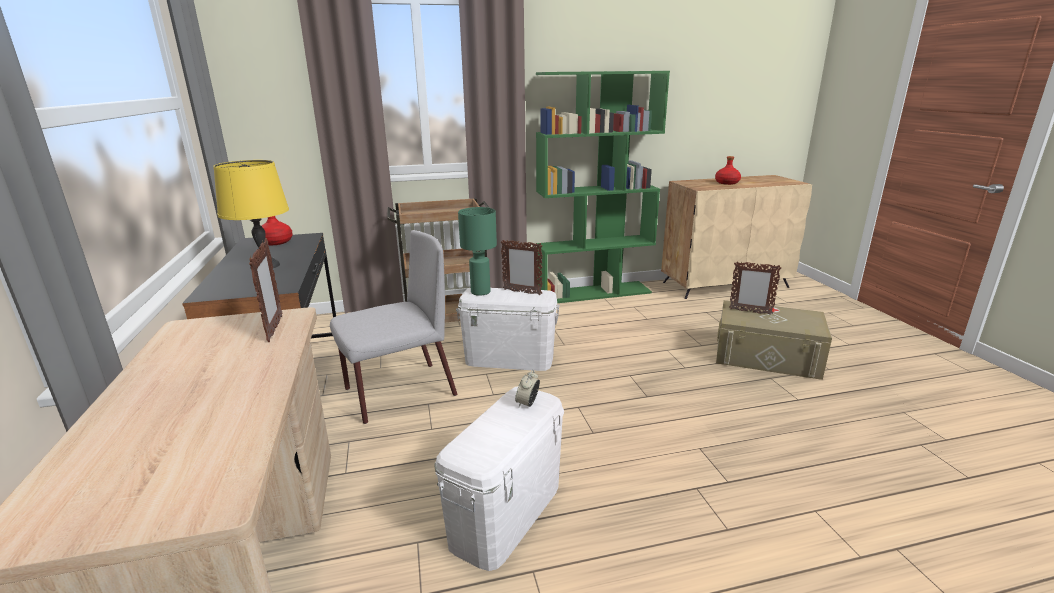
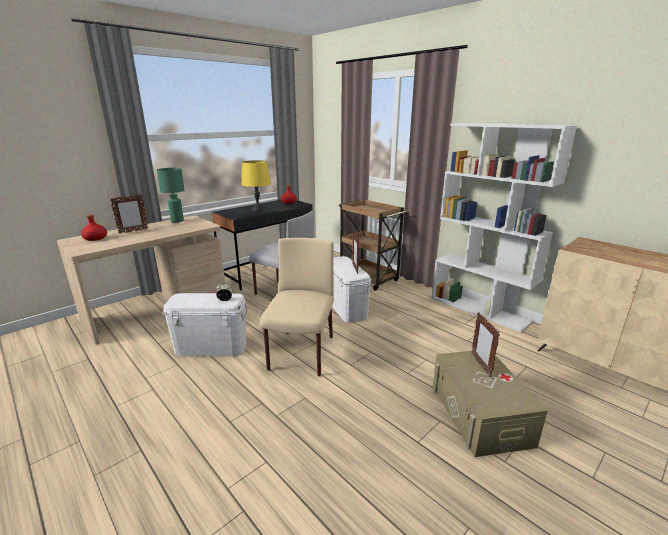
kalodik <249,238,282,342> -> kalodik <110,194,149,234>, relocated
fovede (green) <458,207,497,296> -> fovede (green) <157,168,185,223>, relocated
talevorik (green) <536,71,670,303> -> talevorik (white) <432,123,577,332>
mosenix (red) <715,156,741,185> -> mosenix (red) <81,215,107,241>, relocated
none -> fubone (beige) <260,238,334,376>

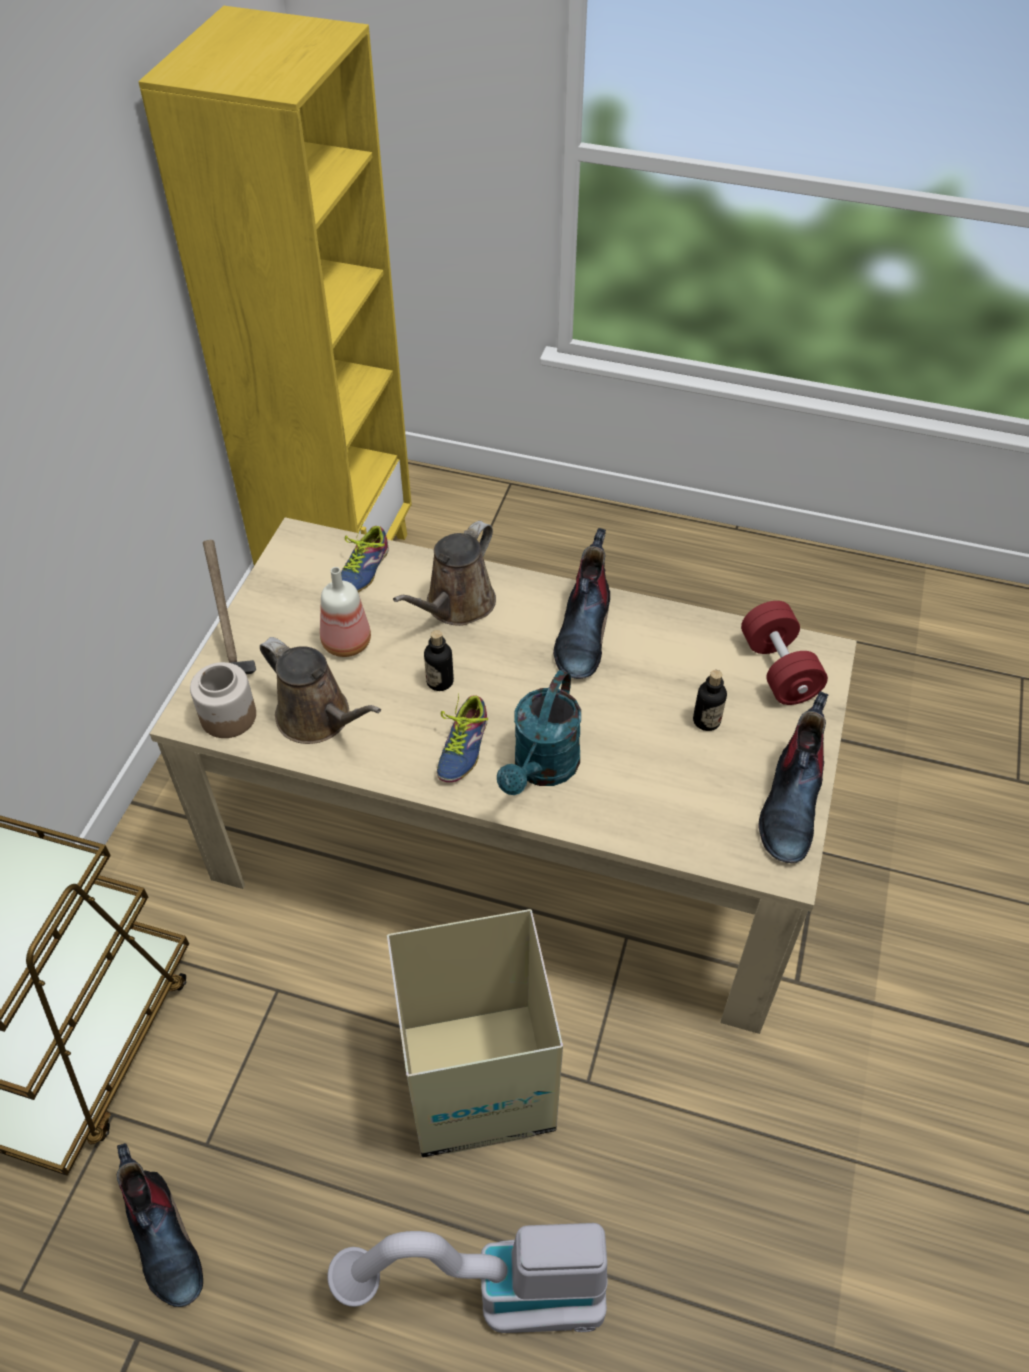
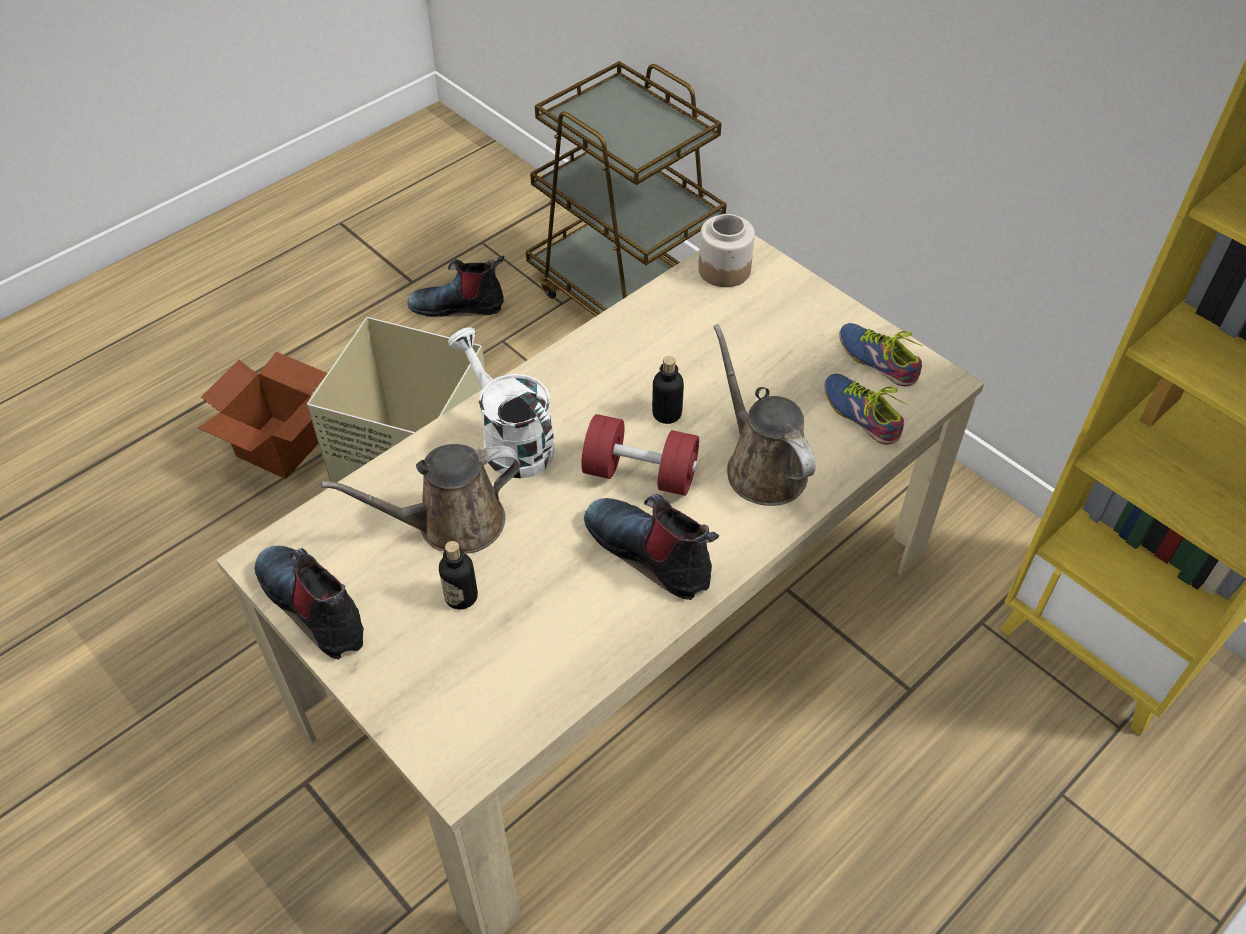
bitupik <203,540,256,674> -> none
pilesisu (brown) <260,637,381,744> -> pilesisu (brown) <321,444,520,554>, relocated
mosenix <320,567,371,657> -> none
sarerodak <327,1223,608,1333> -> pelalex <198,352,327,479>
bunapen <437,693,488,782> -> bunapen <839,323,923,387>, relocated
pilesisu (turquoise) <497,670,581,795> -> pilesisu (white) <448,327,555,479>
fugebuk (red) <741,601,828,705> -> fugebuk (red) <581,414,699,496>, relocated

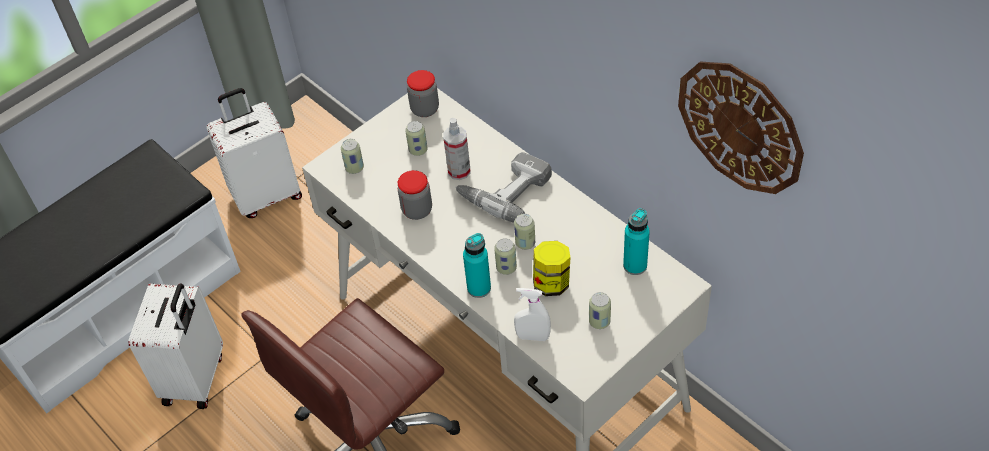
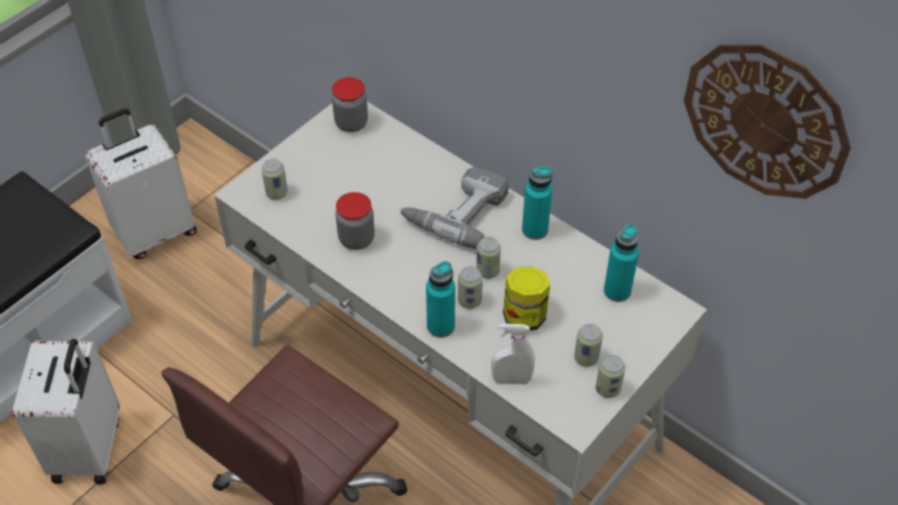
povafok <405,121,428,156> -> povafok <596,355,625,398>, relocated
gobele <443,118,471,180> -> none
none -> mosenix (turquoise) <522,166,552,240>

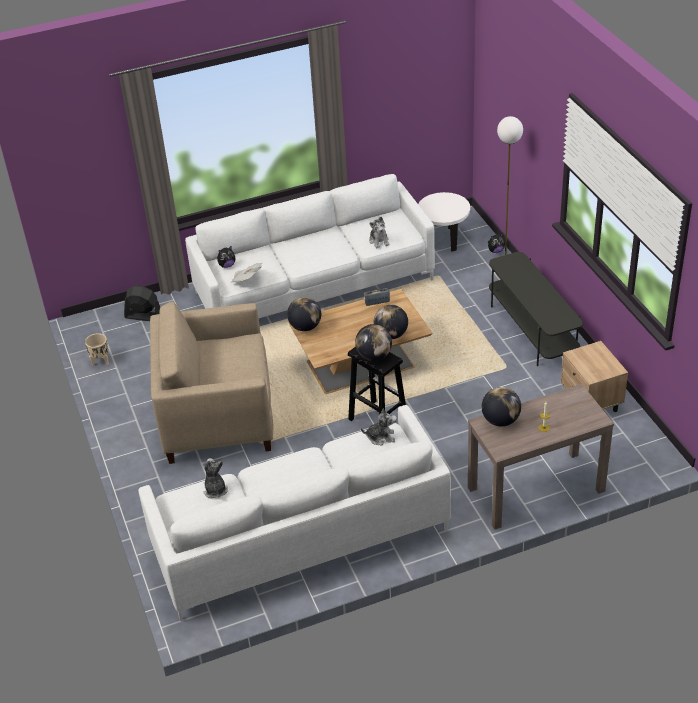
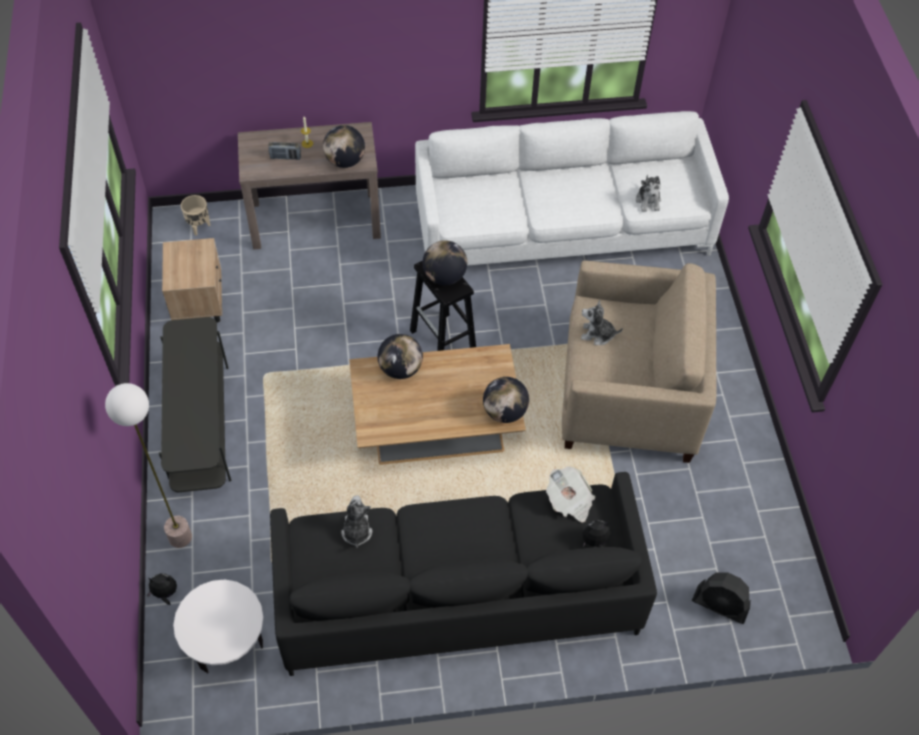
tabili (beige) <85,333,109,366> -> tabili (beige) <181,195,210,236>, relocated
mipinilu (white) <185,174,435,318> -> mipinilu (black) <270,472,657,676>
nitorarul <361,408,397,446> -> nitorarul <581,300,623,345>, relocated
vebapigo <364,288,390,306> -> vebapigo <268,142,301,160>, relocated

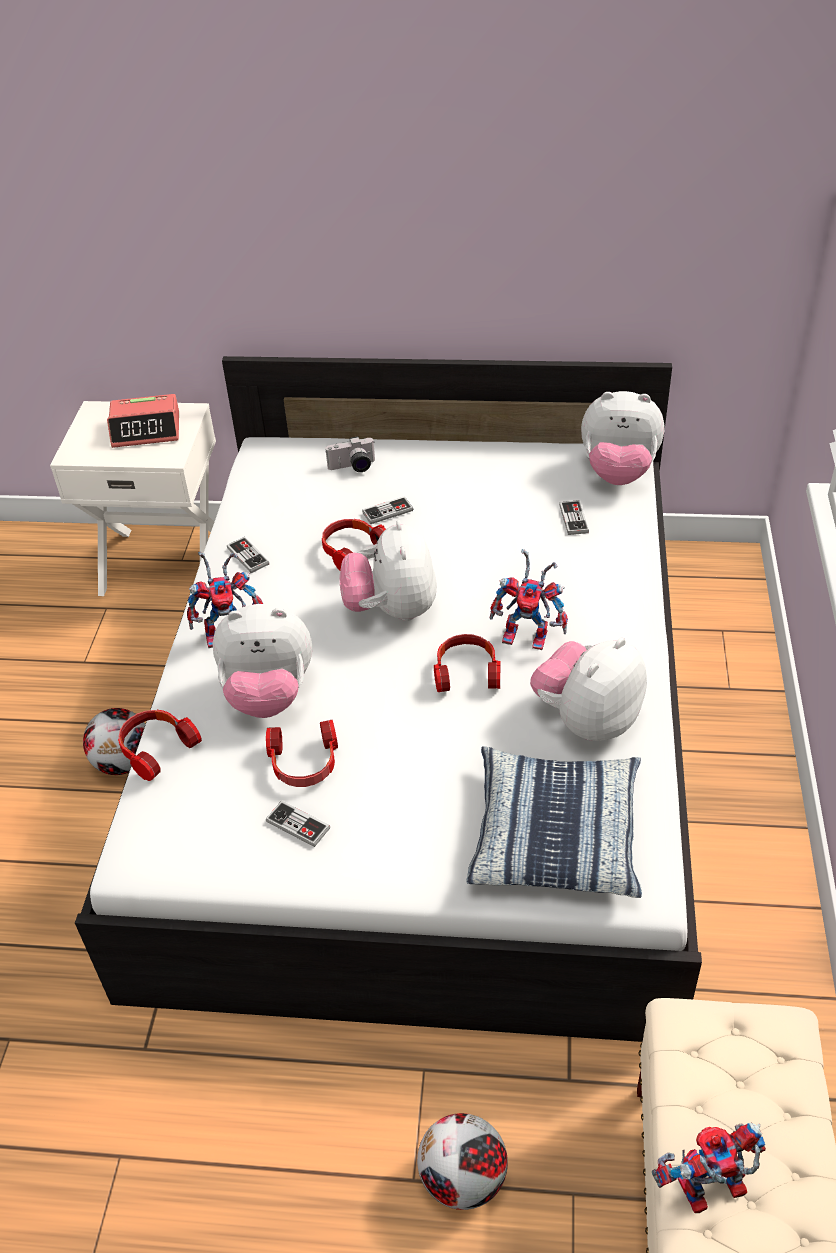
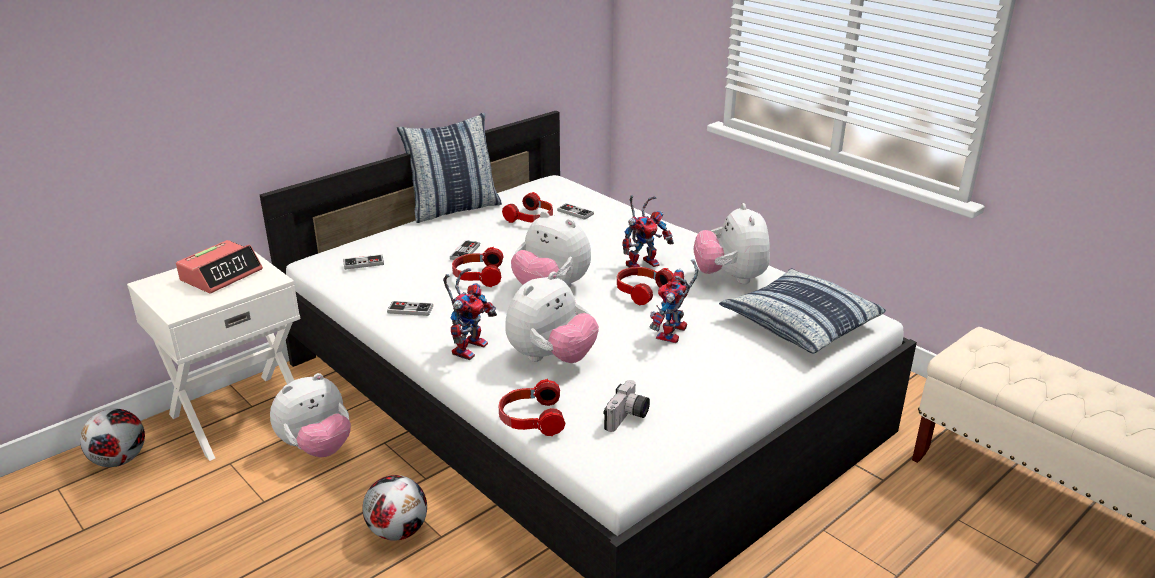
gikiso <266,720,338,787> -> gikiso <502,192,553,223>, relocated
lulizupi <266,801,330,847> -> lulizupi <343,254,384,270>, relocated
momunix <325,436,375,472> -> momunix <604,380,650,432>, relocated
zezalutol <417,1113,508,1210> -> zezalutol <80,409,145,467>, relocated
nitorarul <581,391,664,485> -> nitorarul <270,373,351,457>, relocated
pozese <652,1122,766,1213> -> pozese <650,260,698,343>, relocated
none -> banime <397,113,502,223>

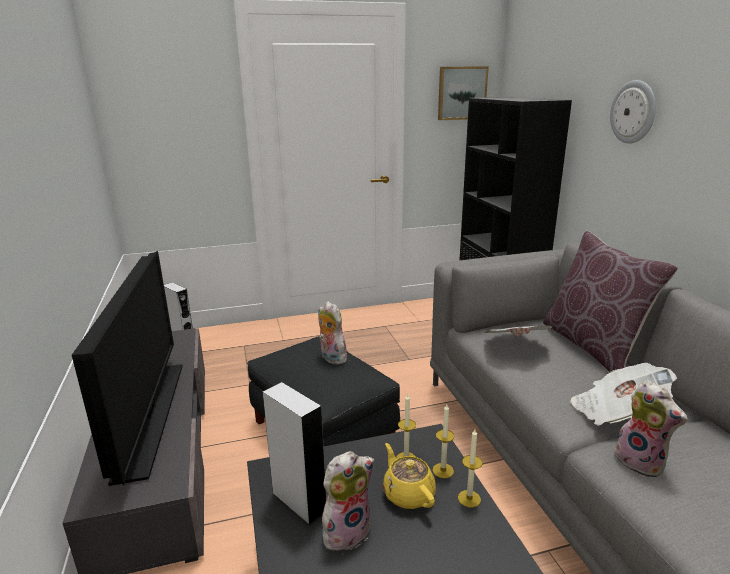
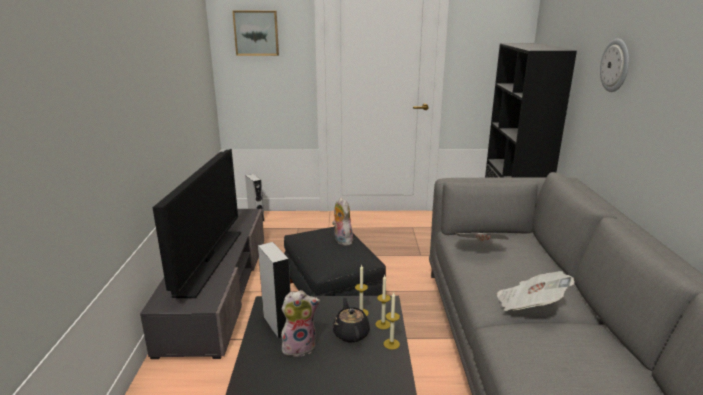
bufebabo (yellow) <383,443,436,509> -> bufebabo (black) <333,297,370,342>
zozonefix <438,66,489,120> -> zozonefix <232,11,279,56>, relocated
banime (brown) <543,231,678,372> -> none
nitorarul <614,380,687,477> -> none

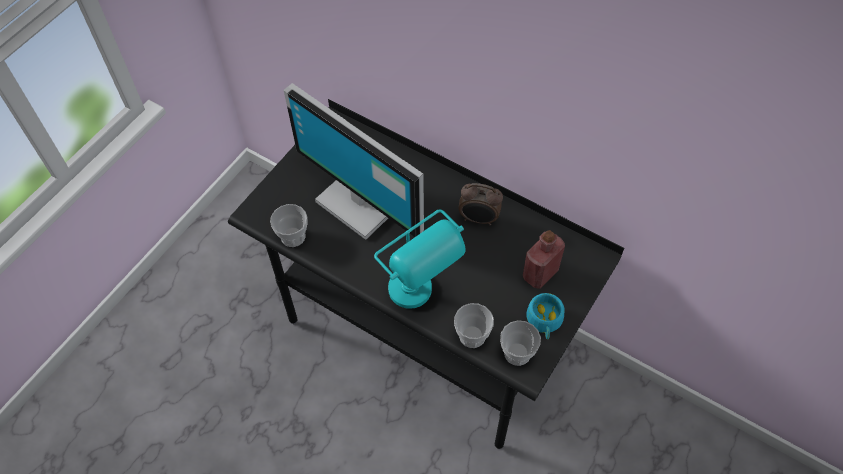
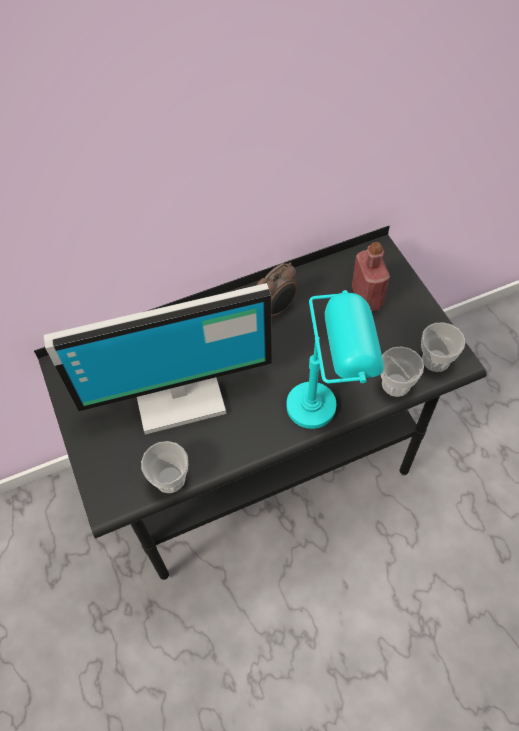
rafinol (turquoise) <526,293,565,340> -> none

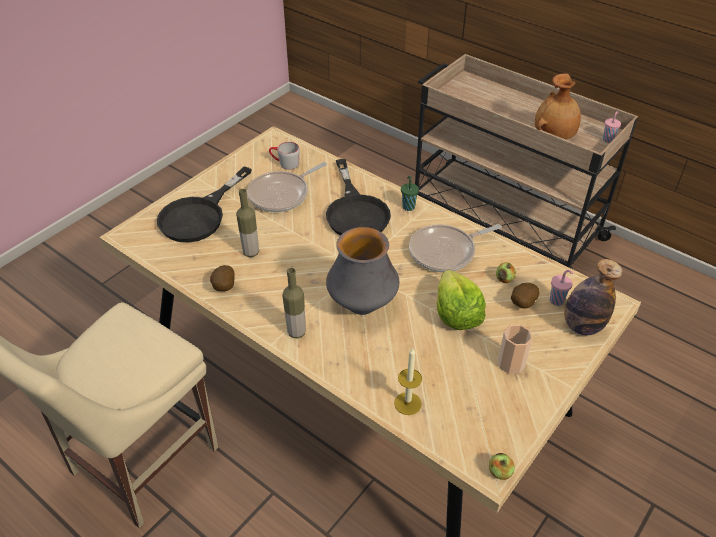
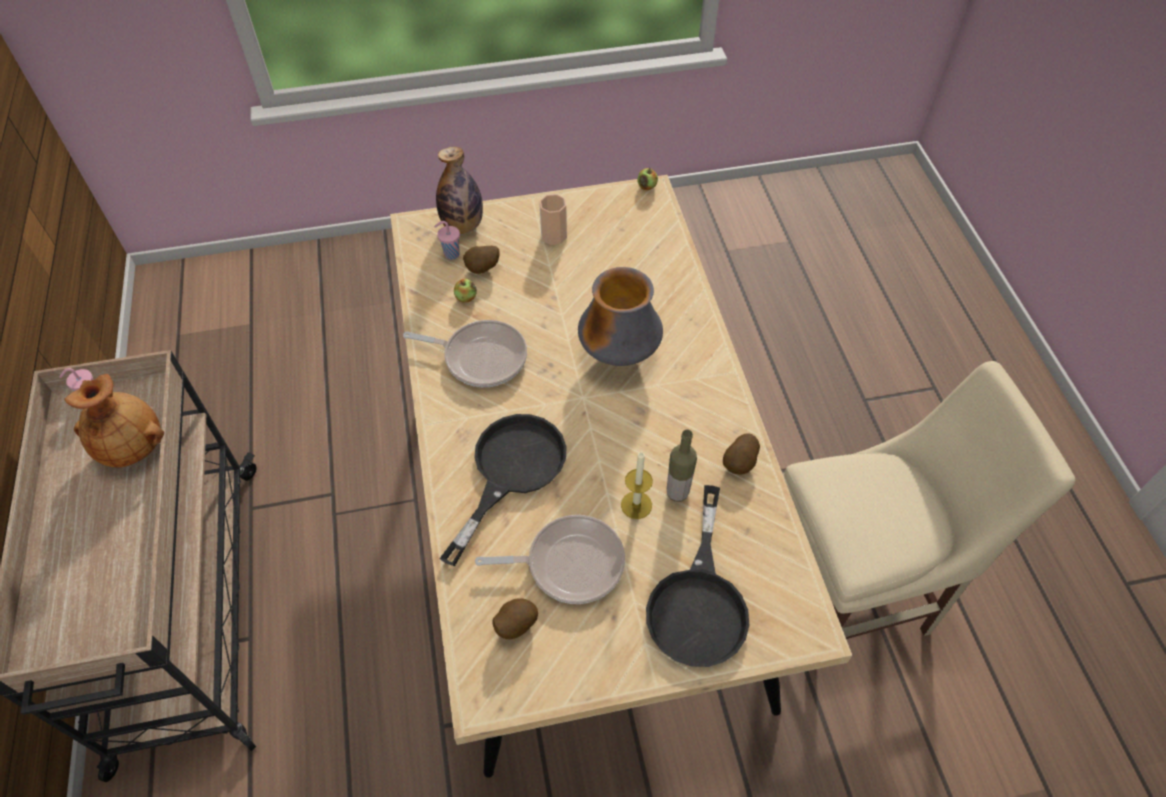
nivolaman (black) <157,166,252,243> -> nivolaman (black) <646,485,749,667>, 120 degrees clockwise
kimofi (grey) <269,142,300,170> -> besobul <492,598,538,639>
mosenix <282,268,306,338> -> none
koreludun <394,347,422,415> -> koreludun <621,451,653,519>, relocated
rafinol (green) <401,176,419,211> -> none
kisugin <436,270,486,330> -> none

